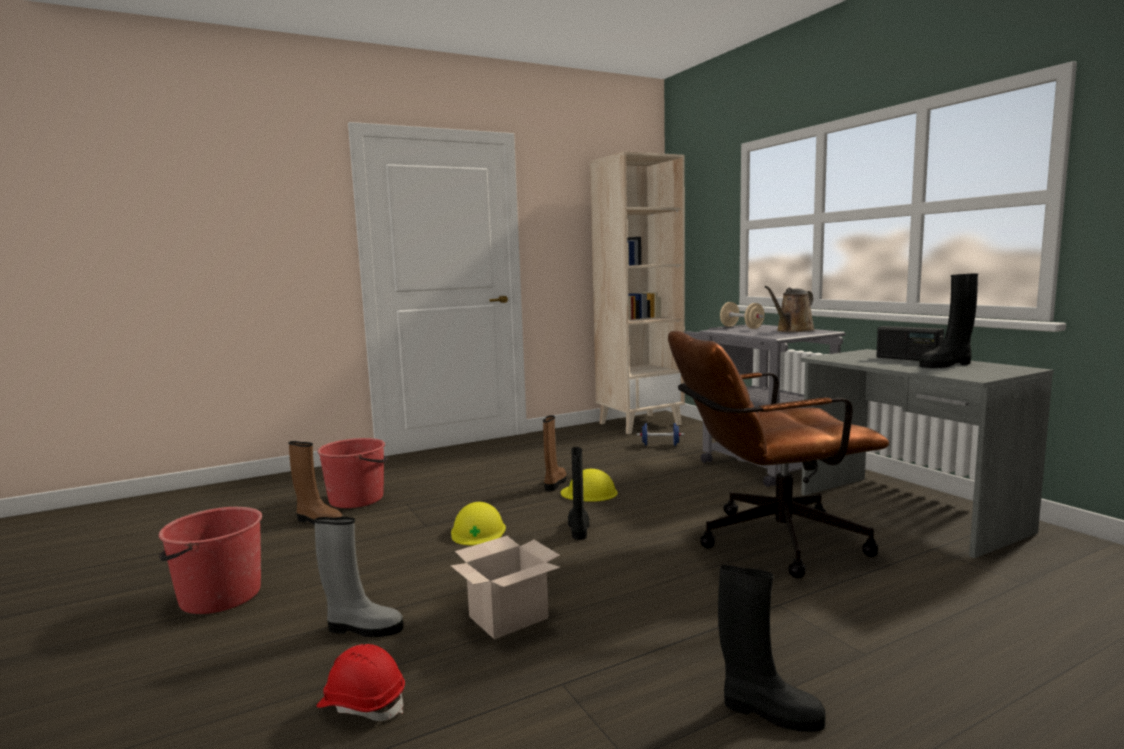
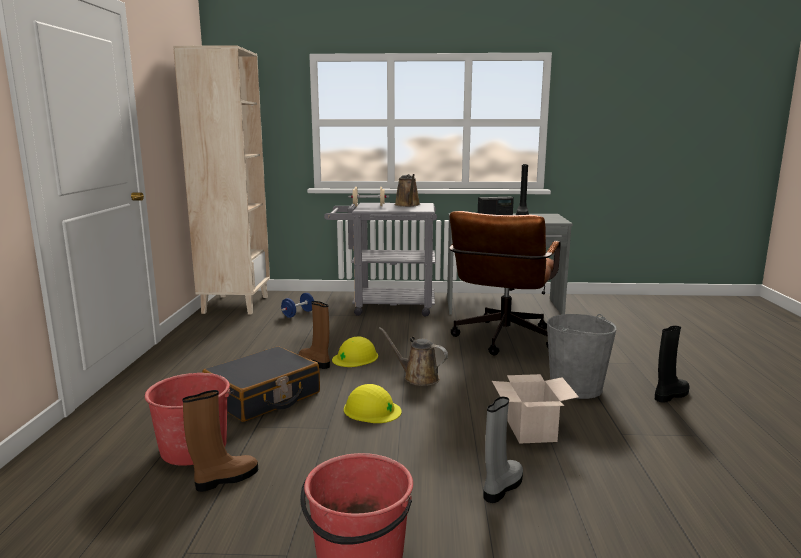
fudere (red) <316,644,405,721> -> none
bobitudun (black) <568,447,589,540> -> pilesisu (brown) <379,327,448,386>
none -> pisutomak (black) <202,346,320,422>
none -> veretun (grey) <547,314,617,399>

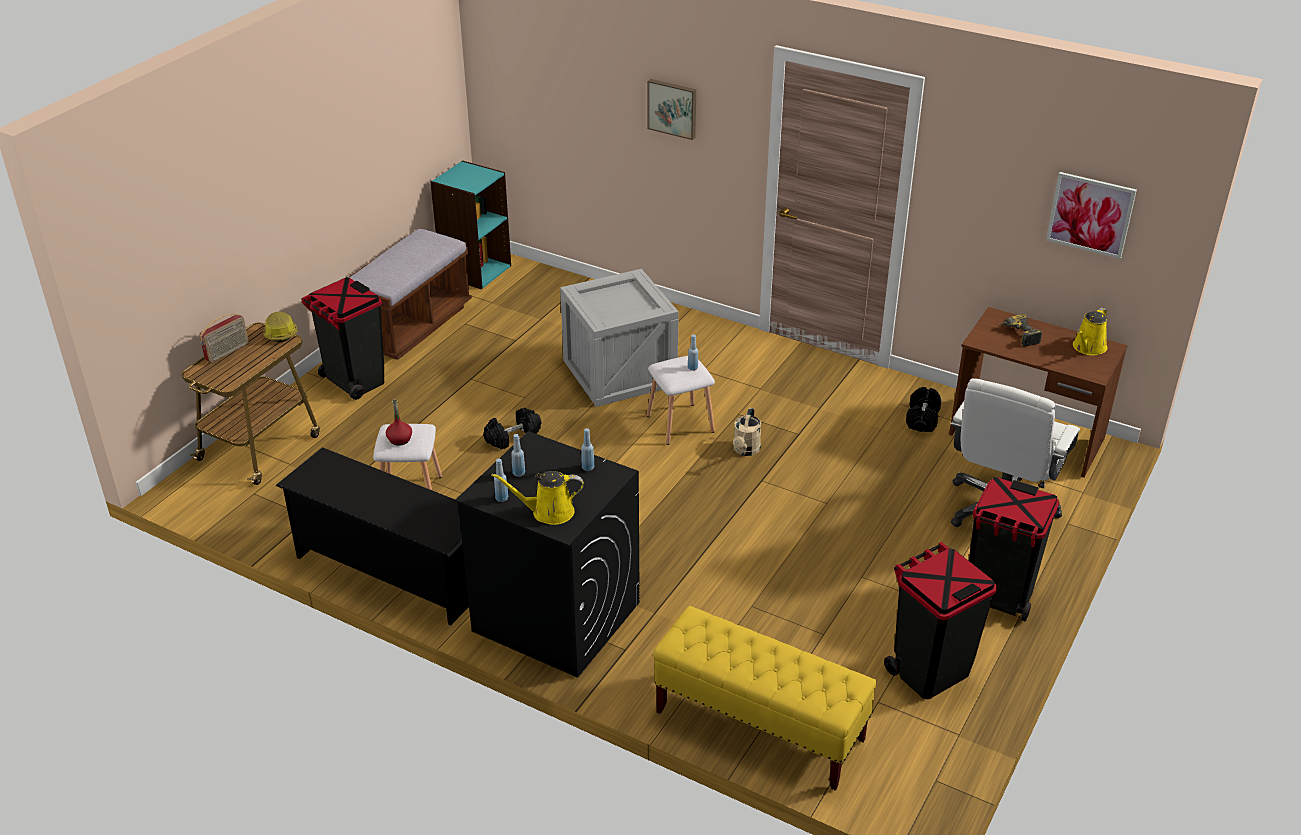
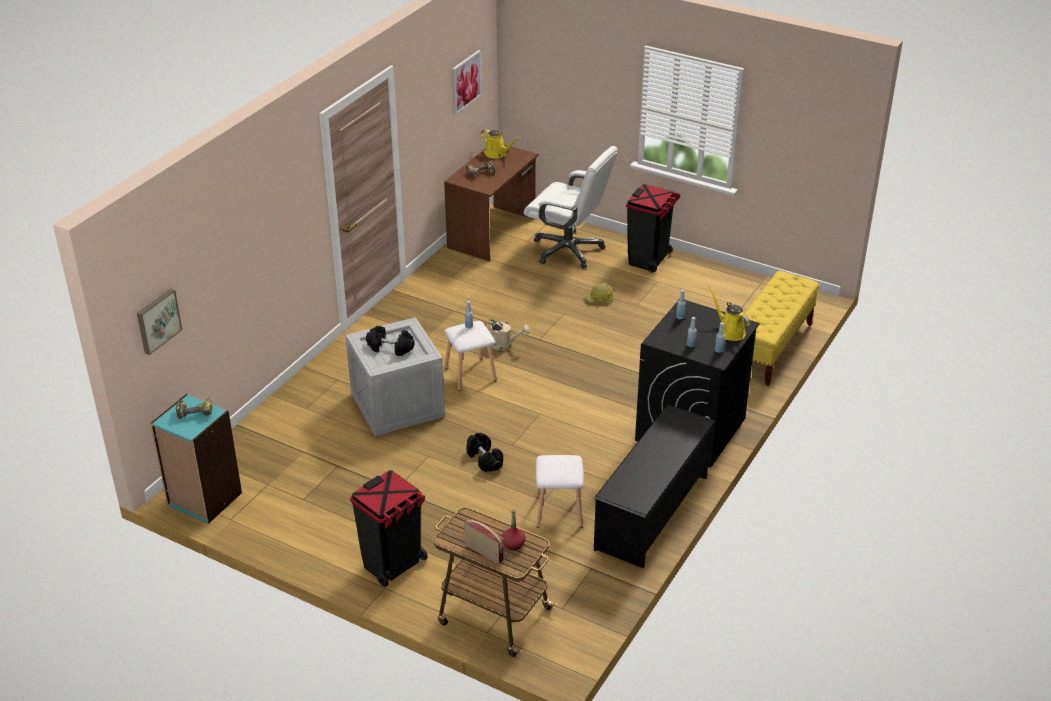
fudere <264,311,297,342> -> fudere <584,283,614,302>, relocated
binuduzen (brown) <348,228,472,360> -> none
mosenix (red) <386,398,412,446> -> mosenix (red) <502,510,526,550>, relocated
pilesisu (yellow) <491,471,584,525> -> pilesisu (yellow) <709,287,750,341>, 150 degrees clockwise
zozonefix <647,79,696,140> -> zozonefix <137,289,182,355>, relocated
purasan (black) <884,542,997,699> -> none
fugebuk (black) <906,387,942,432> -> fugebuk (black) <366,326,414,356>, relocated
none -> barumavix <176,397,212,419>

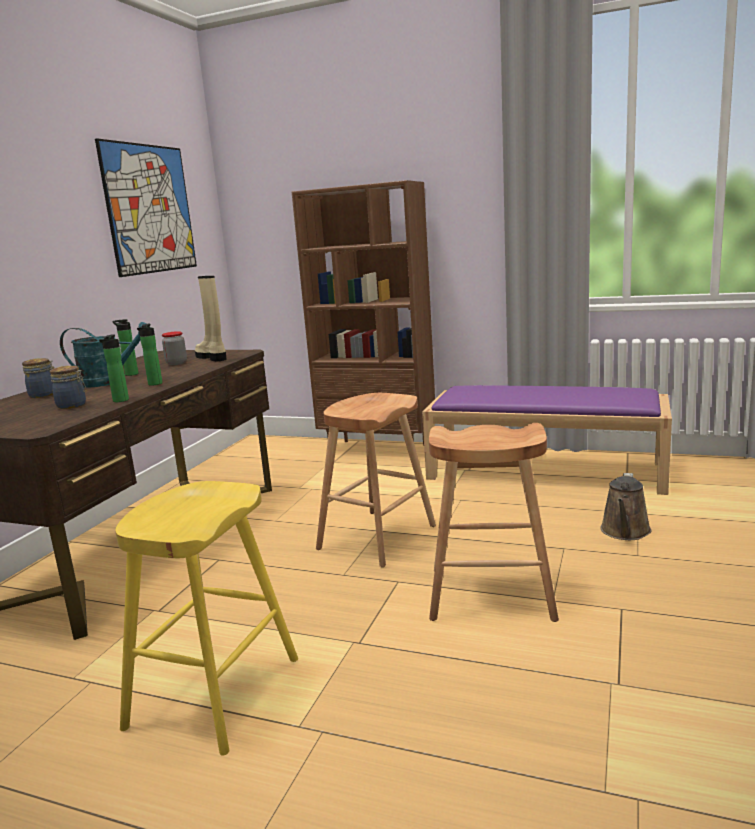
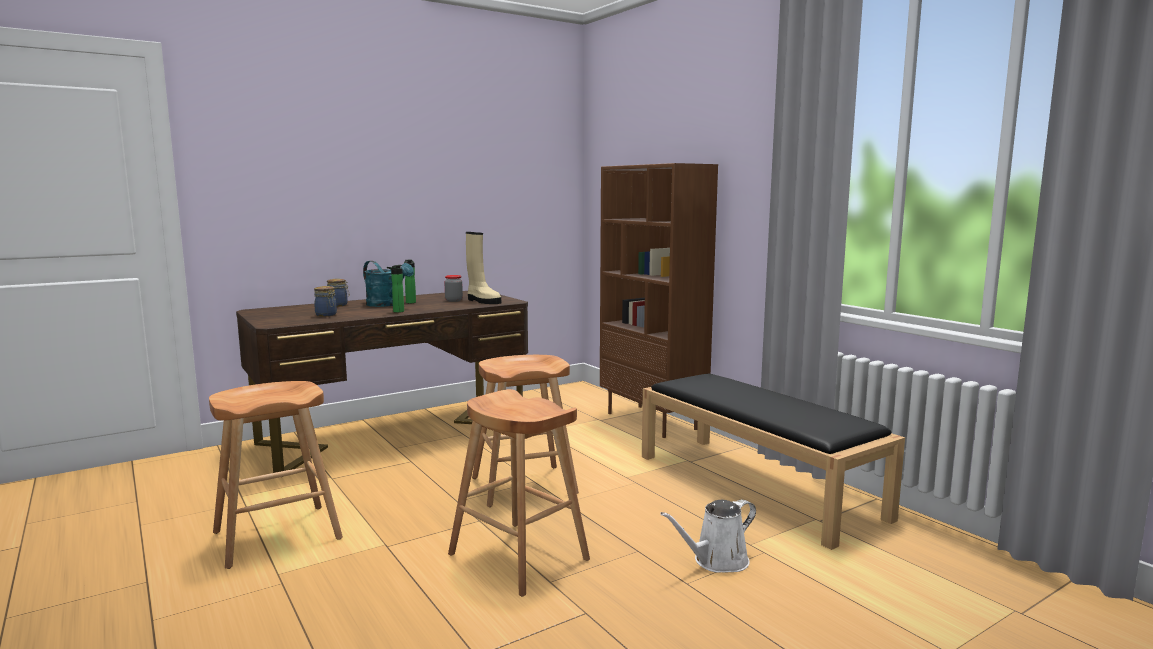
zozonefix <95,138,197,277> -> none
mosenix <99,334,129,402> -> none
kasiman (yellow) <115,481,298,755> -> kasiman (brown) <209,381,343,569>
bobitudun (beige) <195,276,226,361> -> bobitudun (beige) <466,232,501,304>, 135 degrees clockwise
binuduzen (purple) <422,385,672,495> -> binuduzen (black) <642,373,905,550>
pilesisu (brown) <600,473,651,540> -> pilesisu (white) <660,500,756,573>

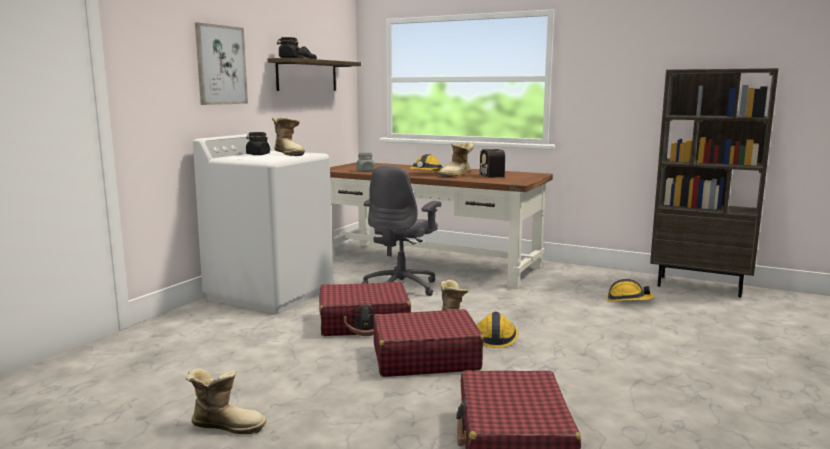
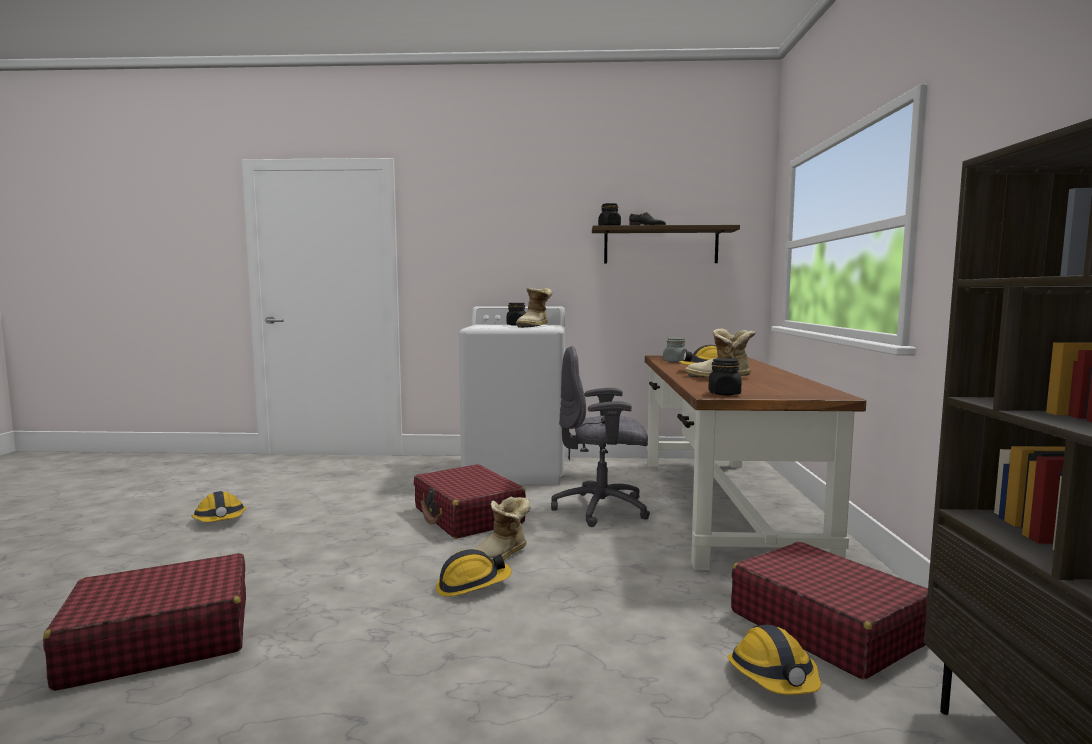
bobitudun <186,368,267,434> -> fudere <191,491,247,522>
zozonefix <195,22,248,105> -> none
pisutomak (red) <374,309,484,377> -> pisutomak (red) <731,542,928,679>, relocated
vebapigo <476,149,505,178> -> none
none -> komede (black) <709,358,742,395>

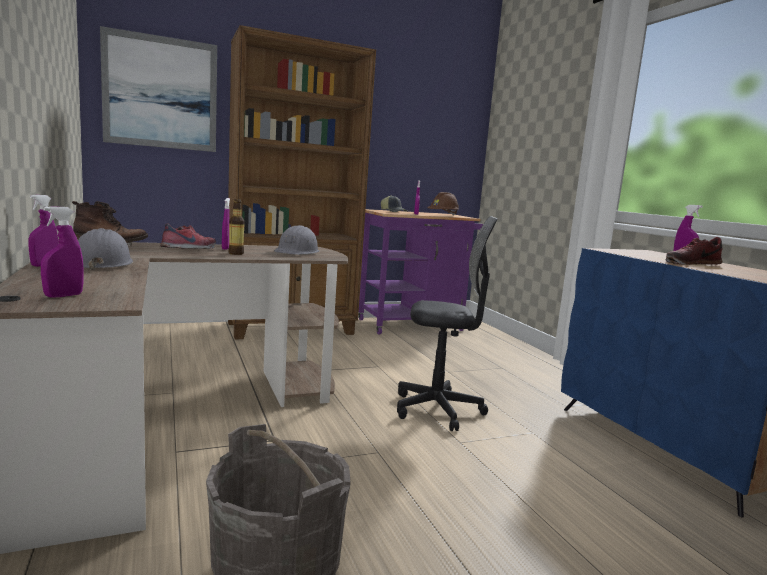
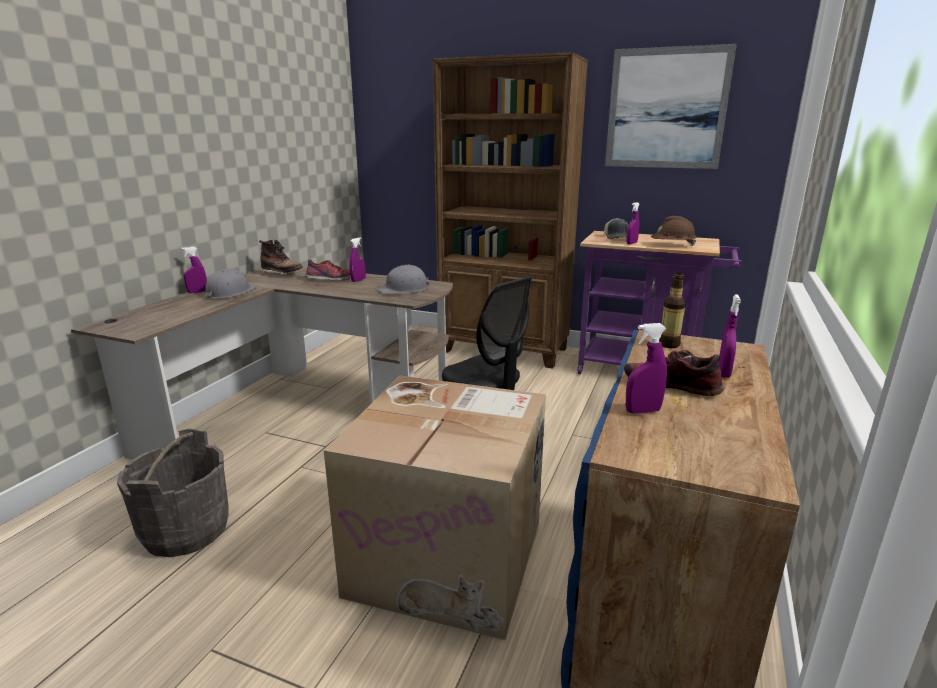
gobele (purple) <41,206,84,298> -> gobele (purple) <626,323,667,414>, relocated
zozonefix <100,26,217,152> -> zozonefix <605,44,737,169>, relocated
mosenix <228,199,245,255> -> mosenix <659,273,686,348>, relocated
none -> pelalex <324,375,546,640>

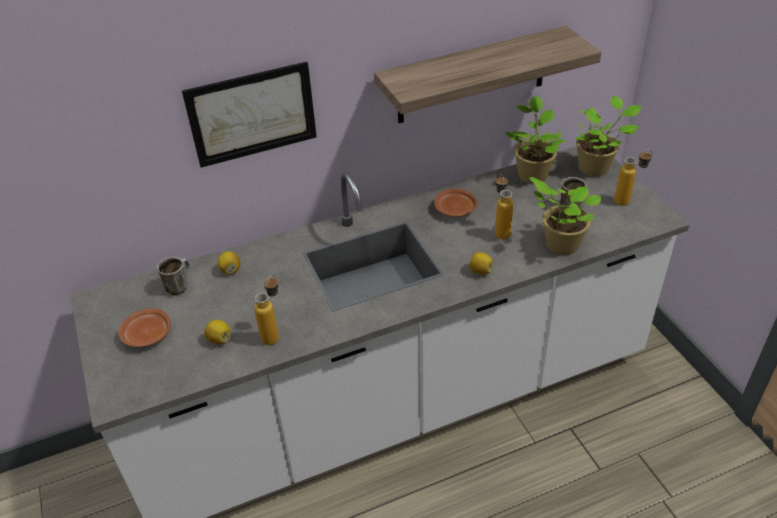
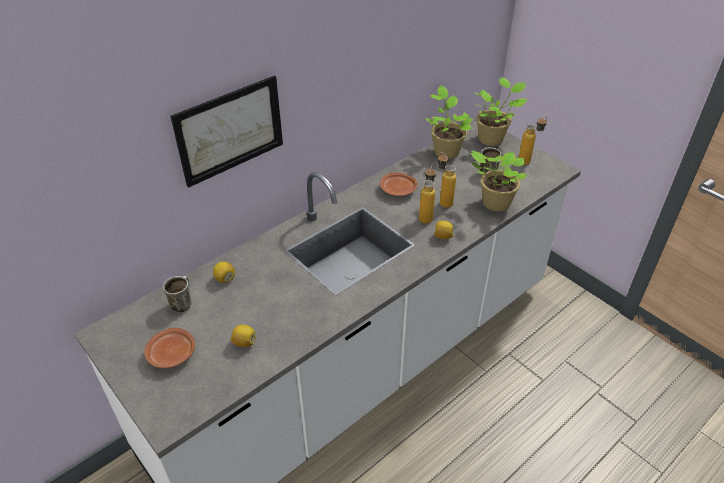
mosenix <254,275,279,345> -> mosenix <419,166,436,224>, relocated
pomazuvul <374,26,602,123> -> none

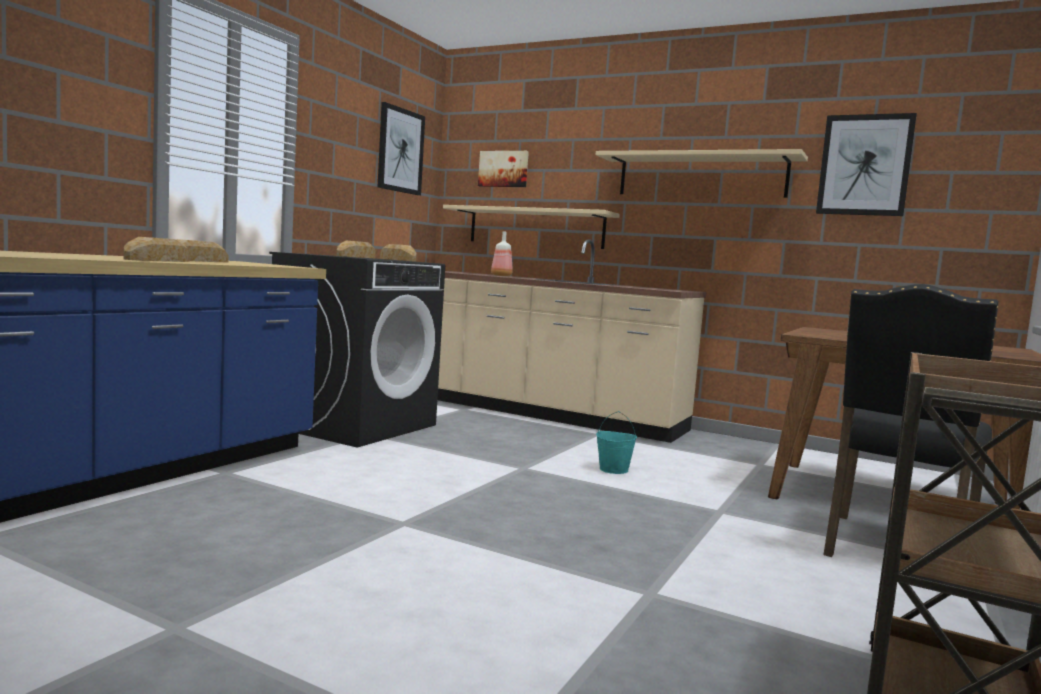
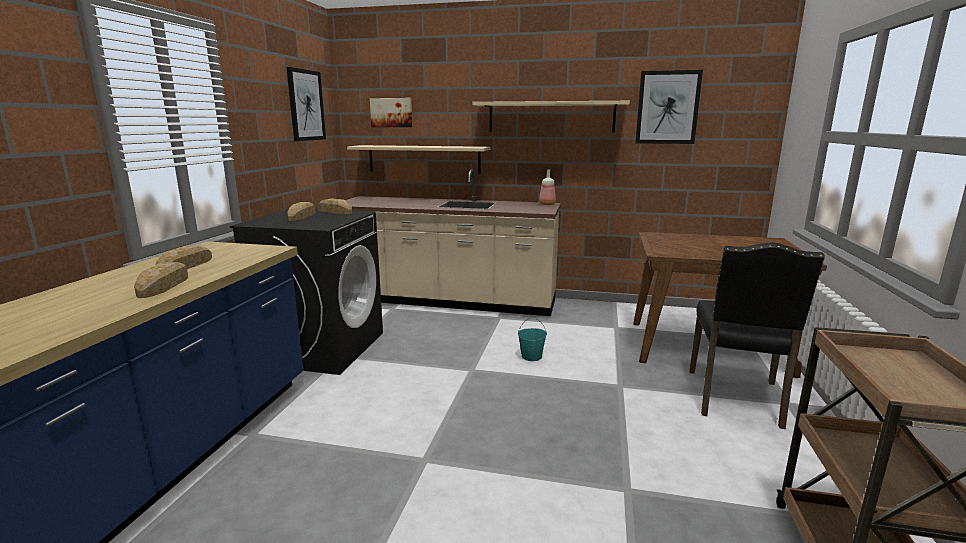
mosenix <491,232,513,276> -> mosenix <539,169,556,205>, relocated

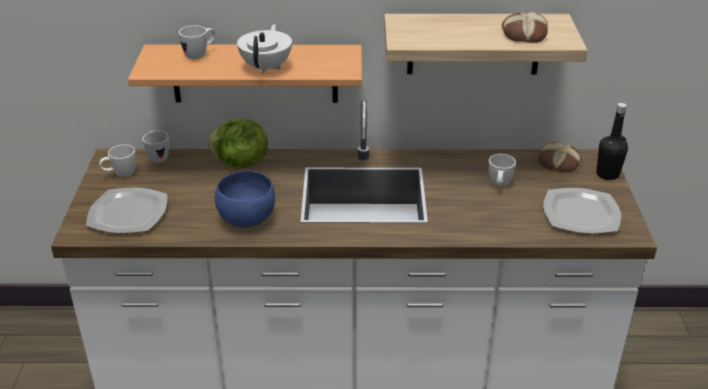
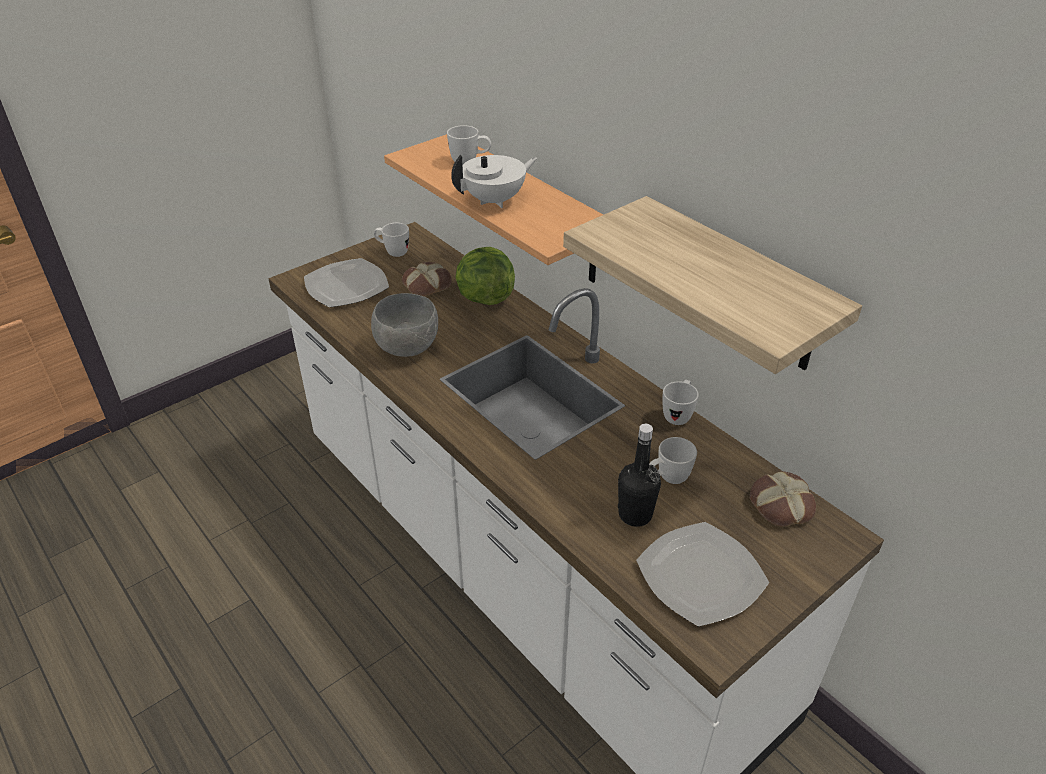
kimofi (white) <142,131,169,163> -> kimofi (white) <662,380,699,425>, relocated
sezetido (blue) <215,171,275,227> -> sezetido (grey) <371,293,438,357>
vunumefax <502,12,548,43> -> vunumefax <402,262,452,296>, relocated
mosenix (black) <596,103,628,180> -> mosenix (black) <618,424,661,527>, relocated

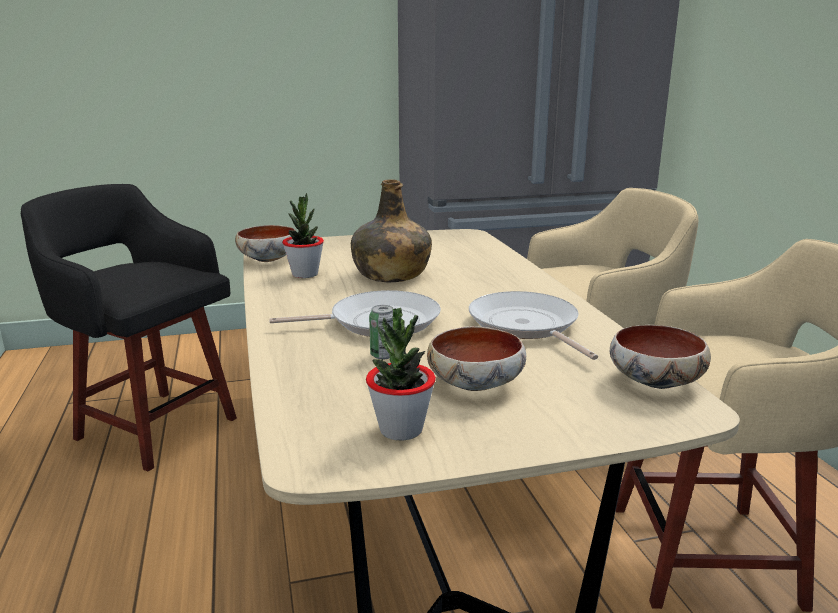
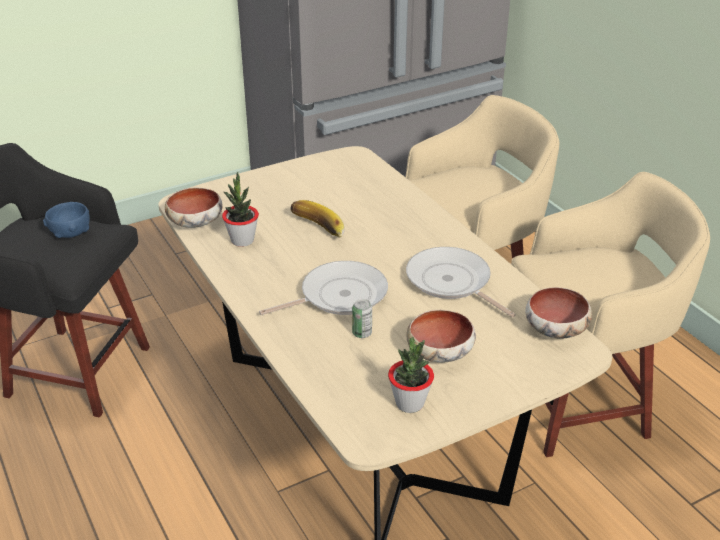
mosenix (green) <351,180,432,282> -> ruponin <290,200,345,238>
none -> sezetido (blue) <43,202,90,238>

